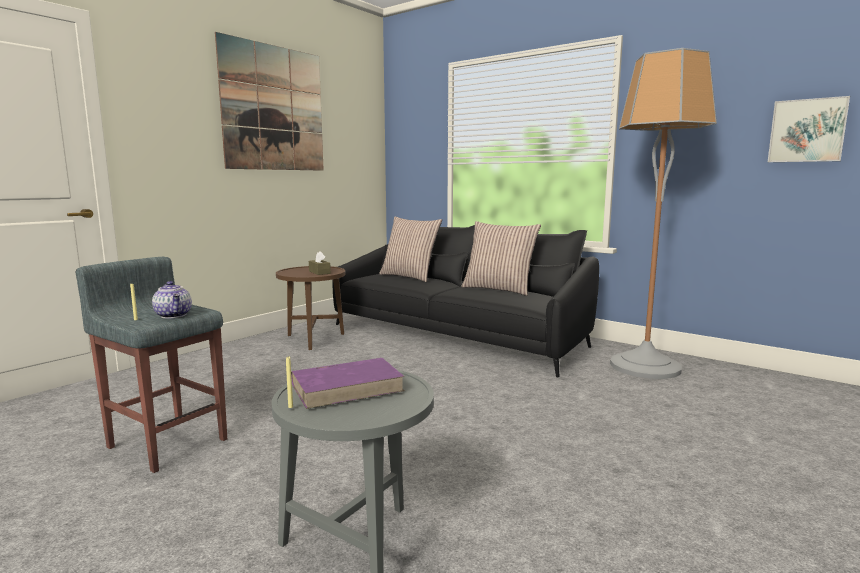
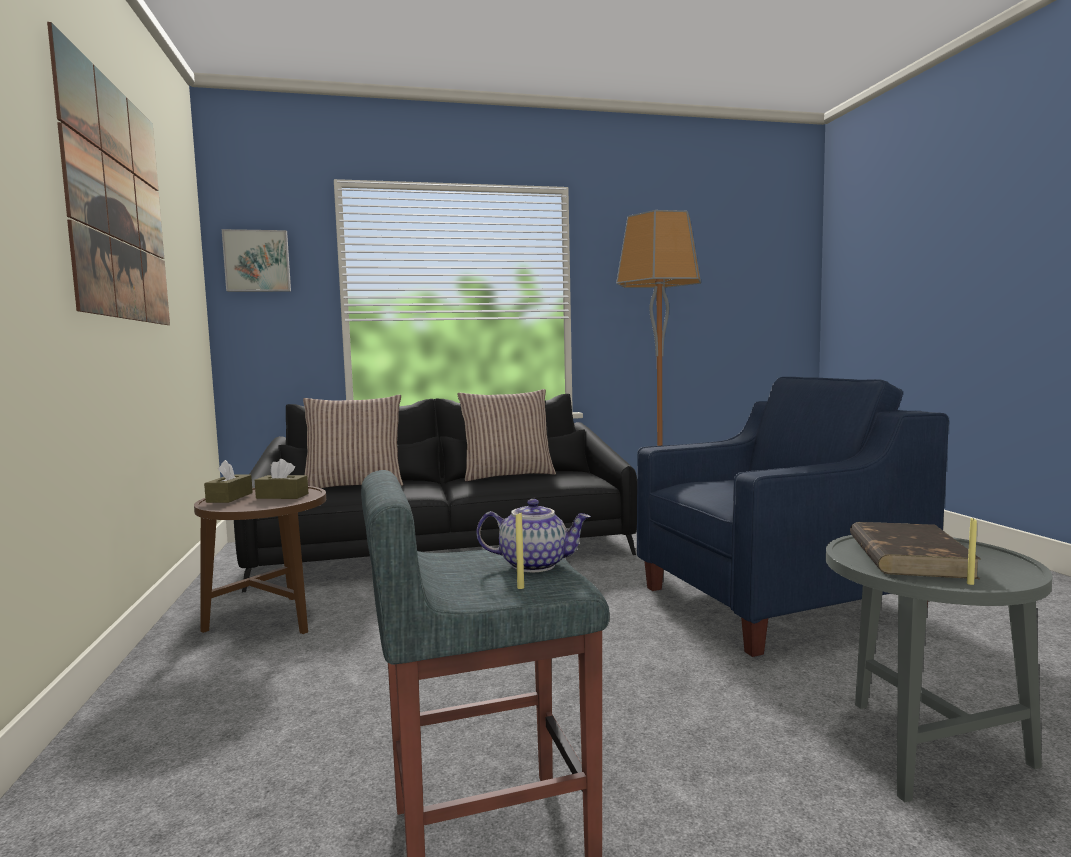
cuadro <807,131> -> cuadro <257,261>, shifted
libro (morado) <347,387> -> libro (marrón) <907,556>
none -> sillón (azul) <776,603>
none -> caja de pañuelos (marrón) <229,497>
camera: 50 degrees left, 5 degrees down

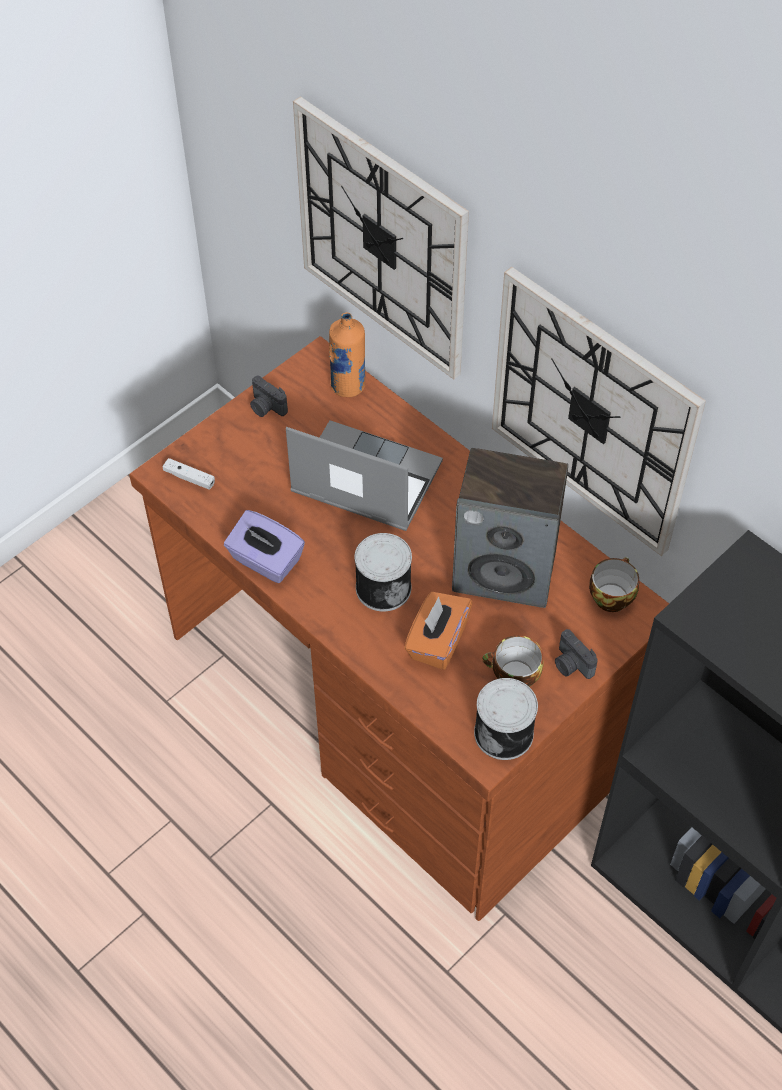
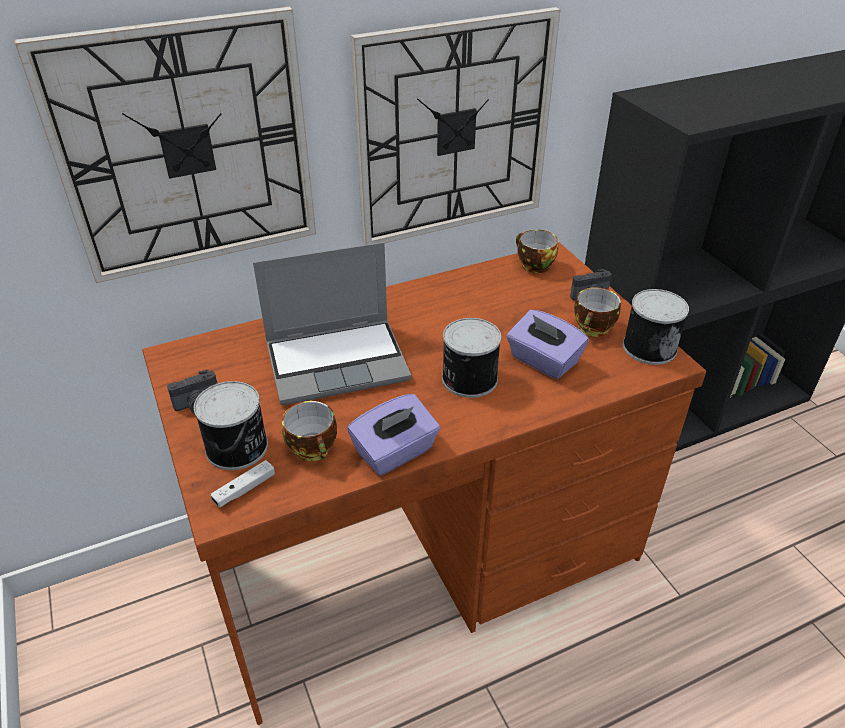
botella (naranja) <348,386> -> none
portátil <364,480> -> portátil <338,361>, 150 degrees counterclockwise
altavoz <505,572> -> none
caja de pañuelos (naranja) <437,642> -> caja de pañuelos (morado) <543,361>
none -> lata <238,448>
none -> taza <314,449>
camera: 70 degrees left, 15 degrees down

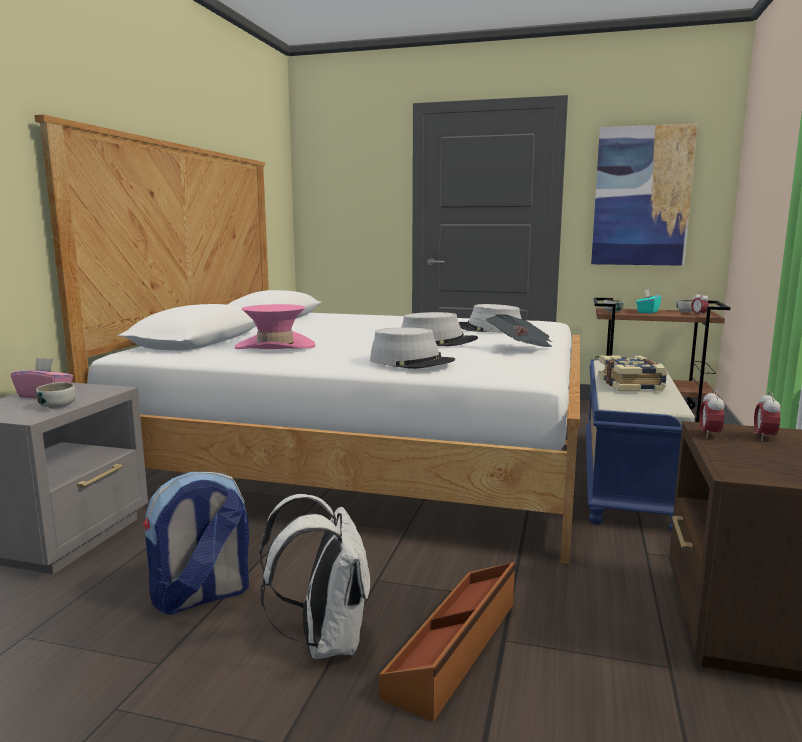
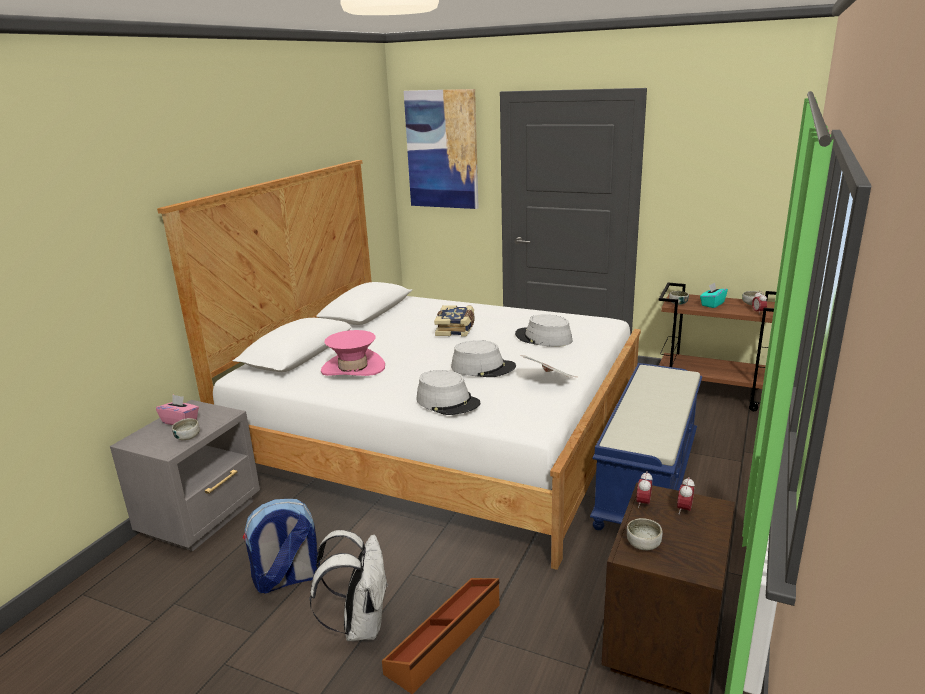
cuadro <641,197> -> cuadro <442,149>, shifted
libro <631,385> -> libro <456,329>, shifted
none -> cuenco <643,544>
camera: 10 degrees right, 10 degrees up

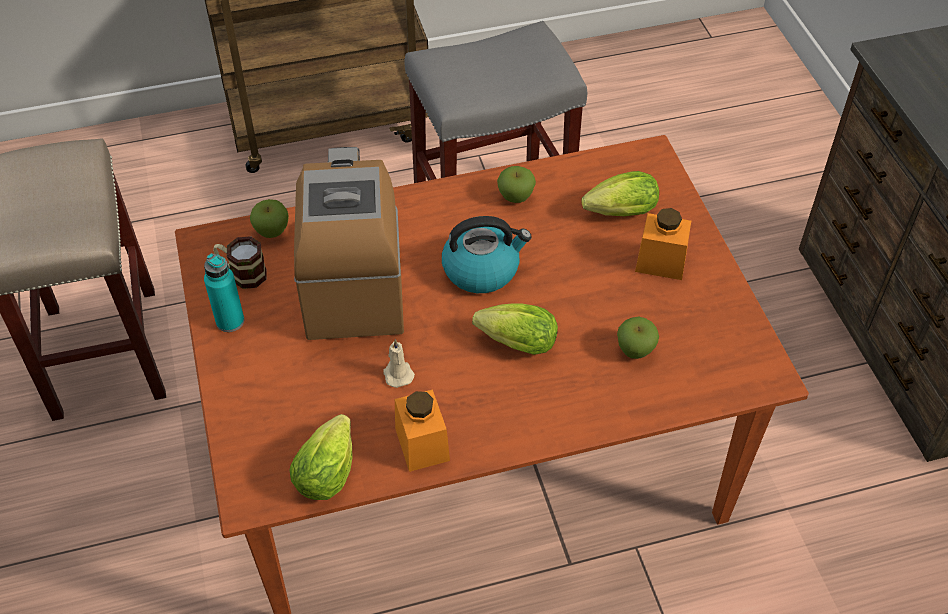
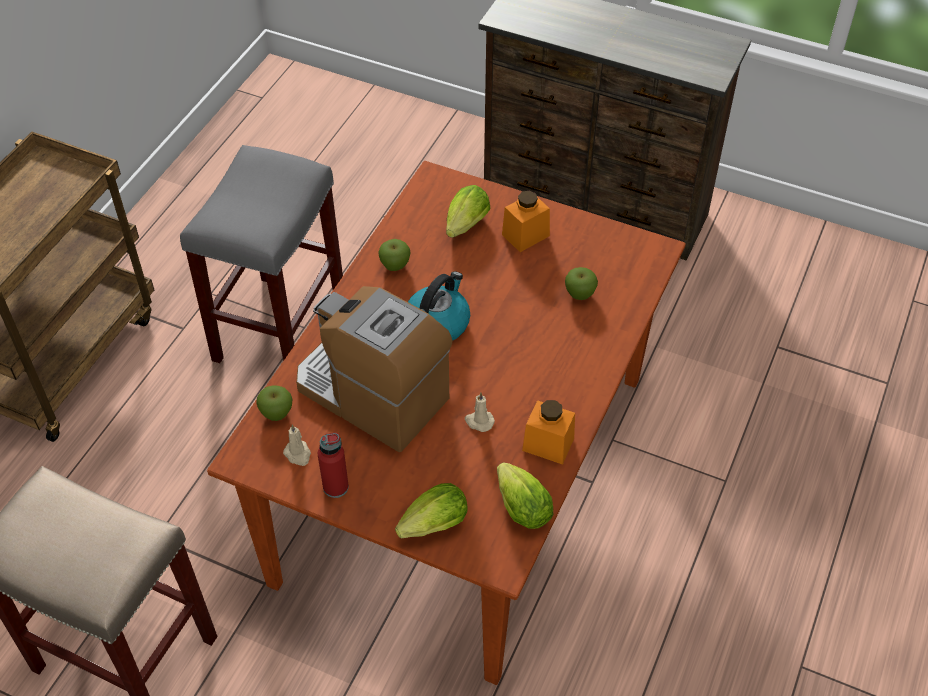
taza grande <242,274> -> vela (beis) <298,454>
botella (turquesa) <230,321> -> botella (rojo) <335,487>
lechuga <513,343> -> lechuga <430,527>, shifted
camera: 50 degrees left, 0 degrees up

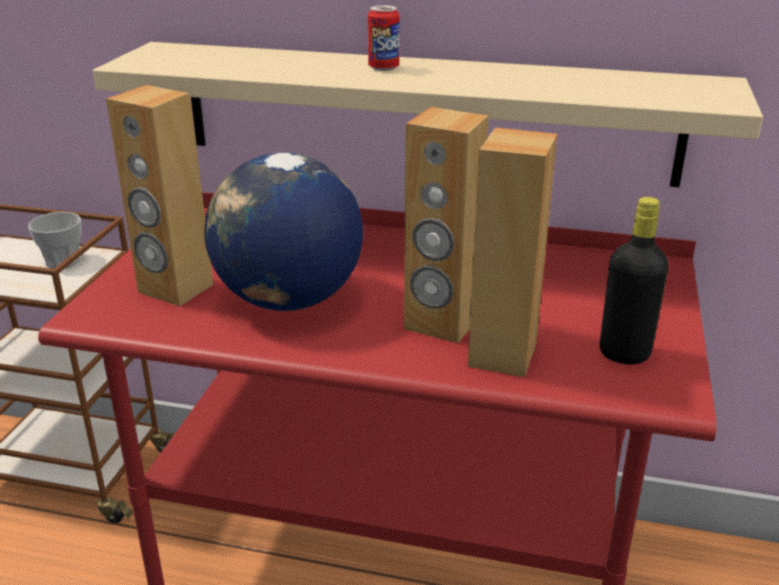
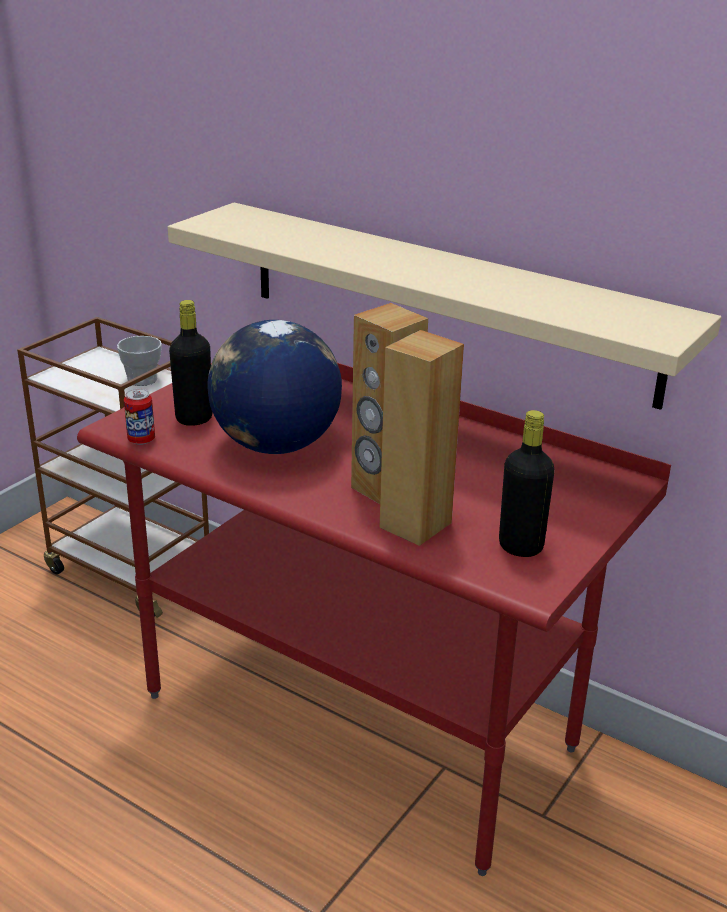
lata <383,68> -> lata <141,440>, shifted
altavoz (marrón) <175,289> -> botella (negro) <194,418>
camera: 20 degrees right, 0 degrees up

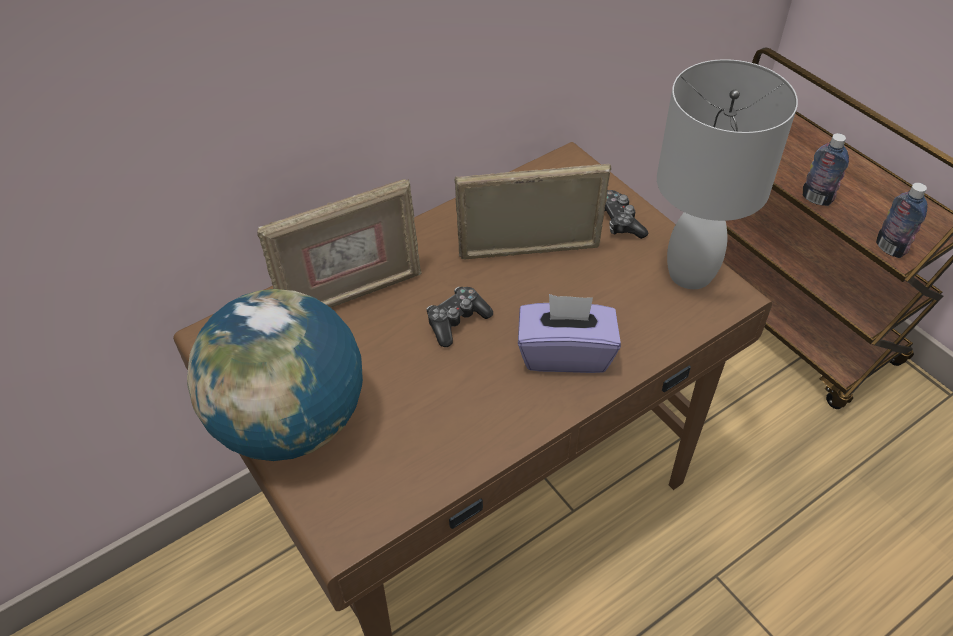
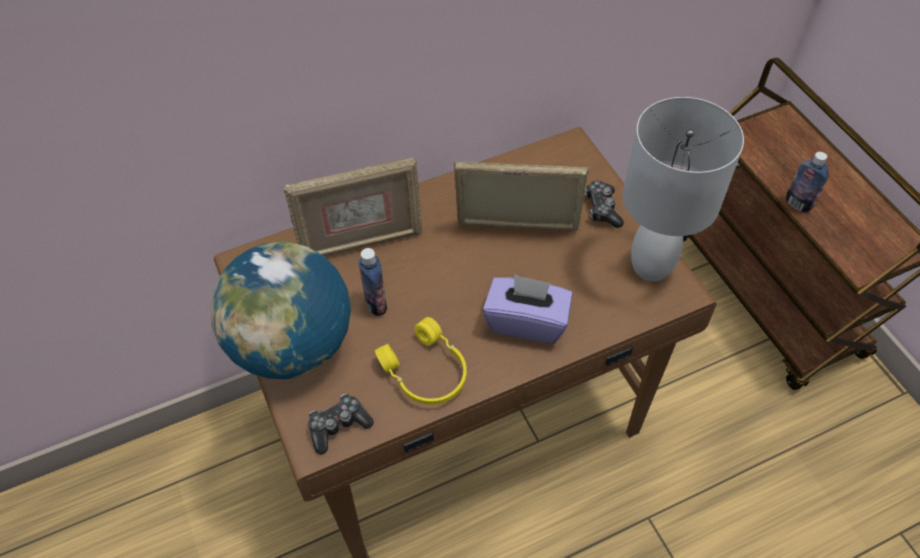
botella <890,248> -> botella <376,303>, shifted
mando de consola <457,321> -> mando de consola <338,426>, shifted
none -> auriculares (amarillo) <425,372>
camera: 10 degrees right, 5 degrees up

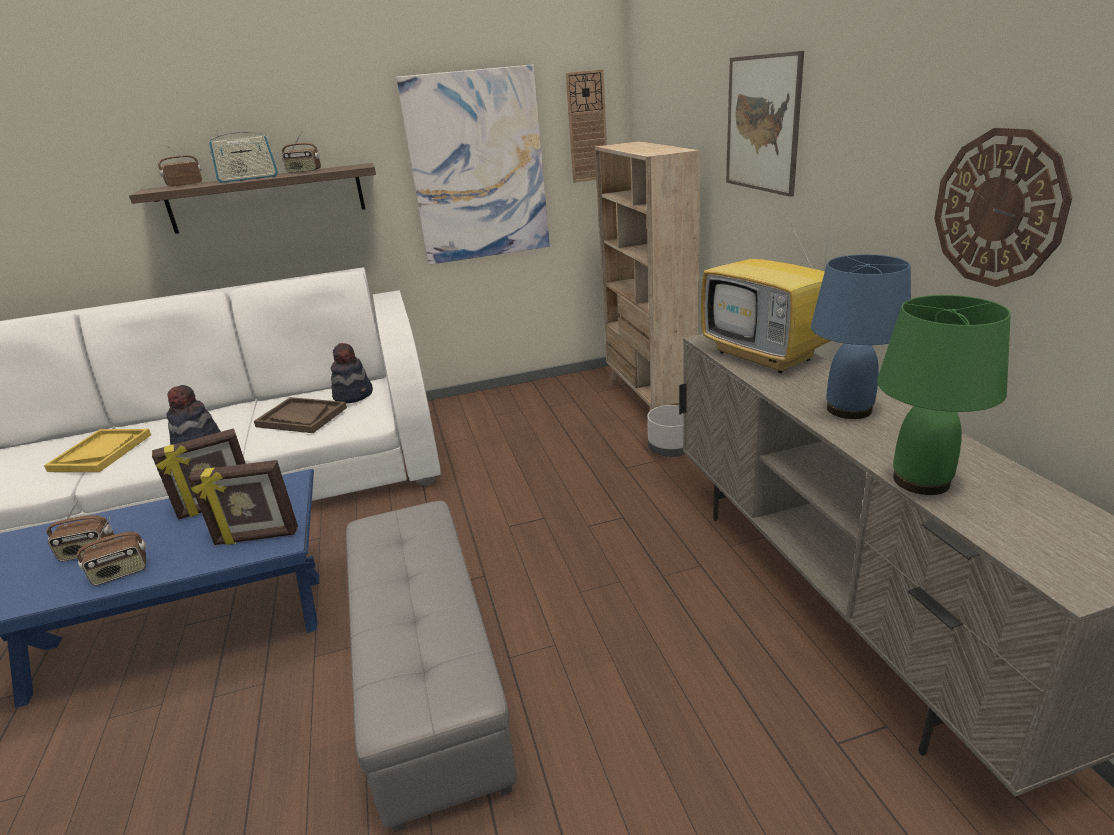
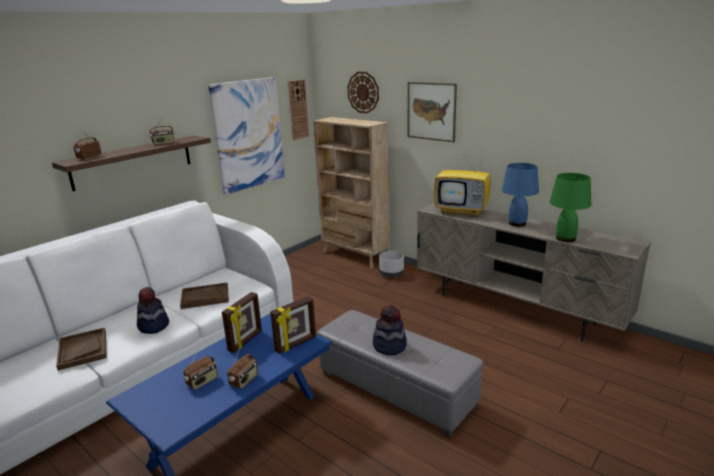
reloj de pared <998,208> -> reloj de pared <363,92>, shifted
radio <249,179> -> none
sombrero <354,395> -> sombrero <389,346>, shifted
bandeja (amarillo) <101,452> -> bandeja (marrón) <83,350>
camera: 35 degrees left, 5 degrees down

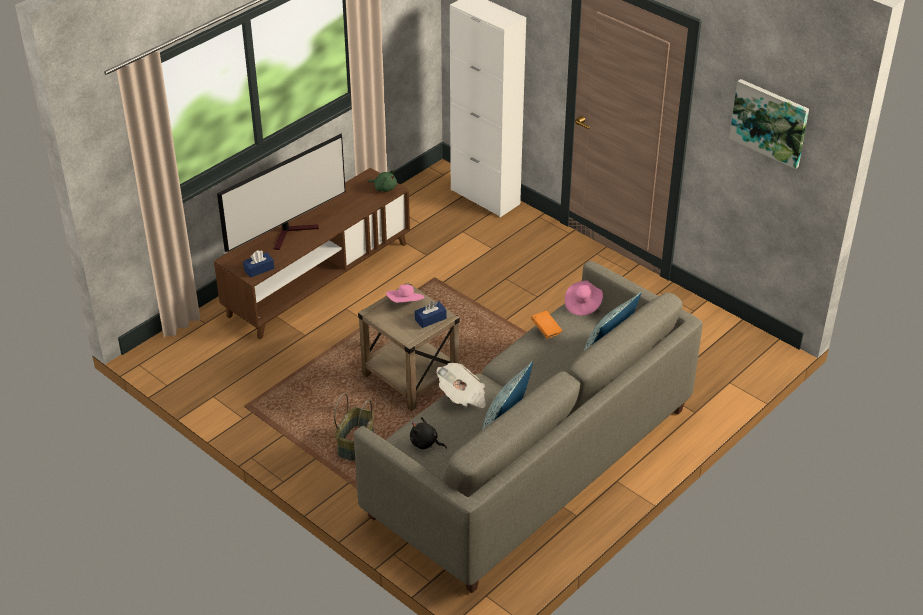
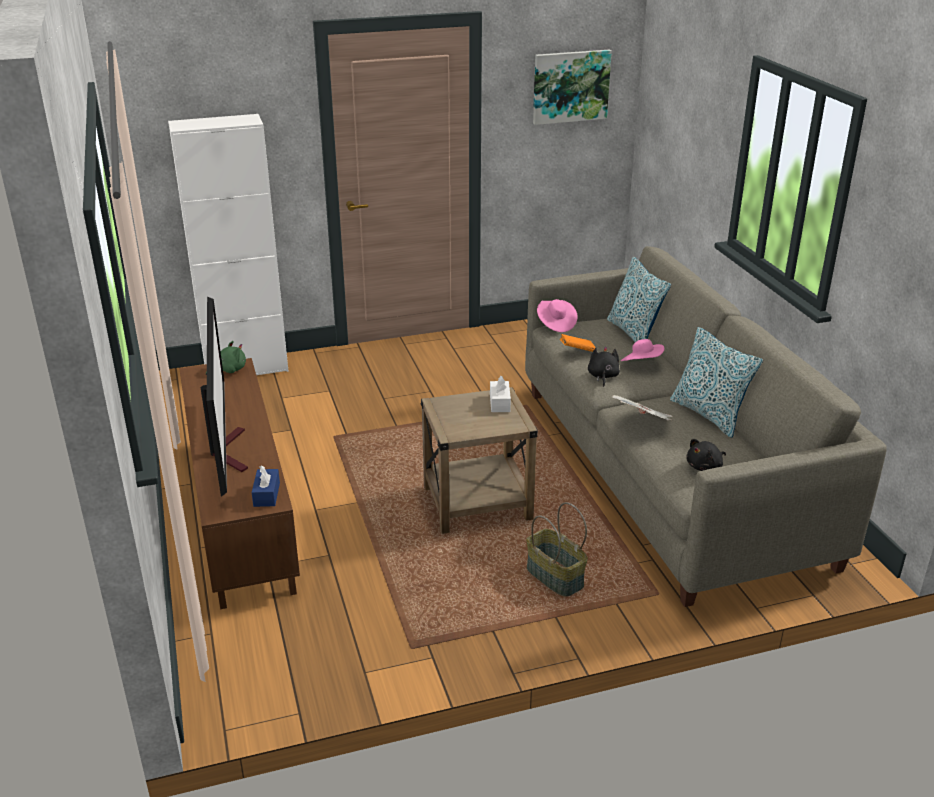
sombrero (rosa) <405,303> -> sombrero (rosa) <641,363>, shifted
caja de pañuelos (azul) <430,319> -> caja de pañuelos (blanco) <499,403>
none -> peluche (negro) <602,376>
camera: 60 degrees left, 10 degrees down

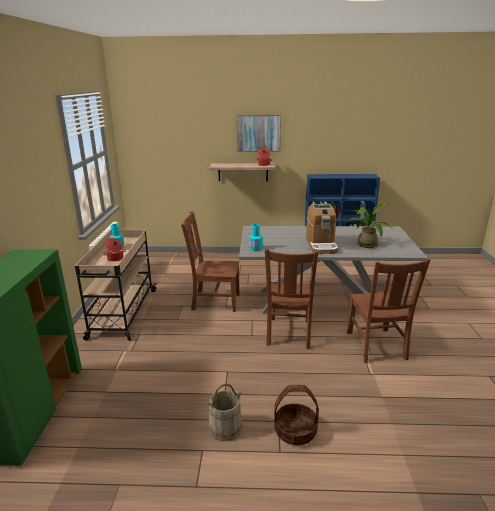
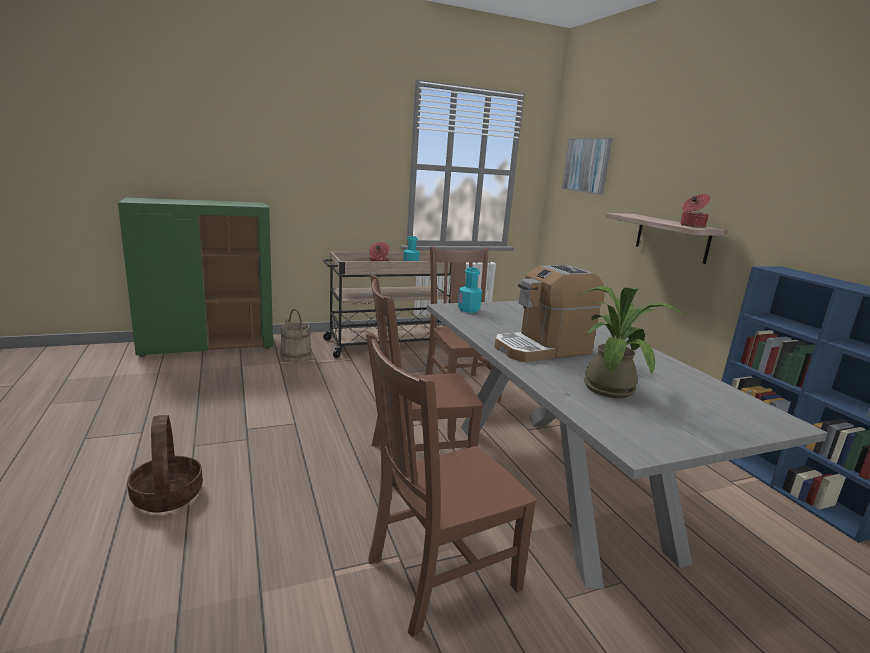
cuadro <258,133> -> cuadro <587,165>, shifted
cubo (beis) <225,428> -> cubo (beis) <295,356>, shifted
camera: 65 degrees right, 5 degrees down

